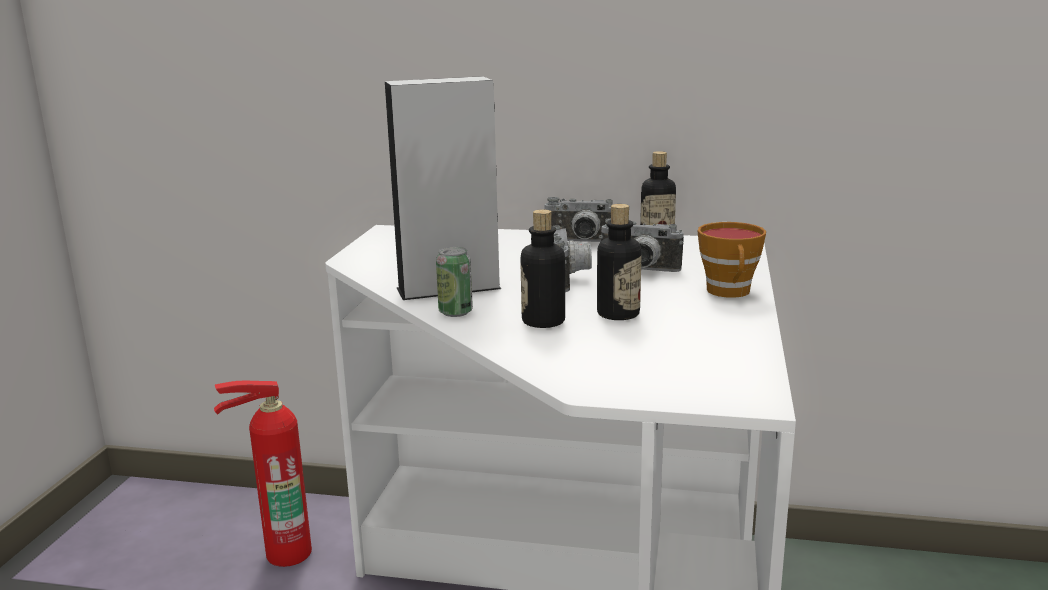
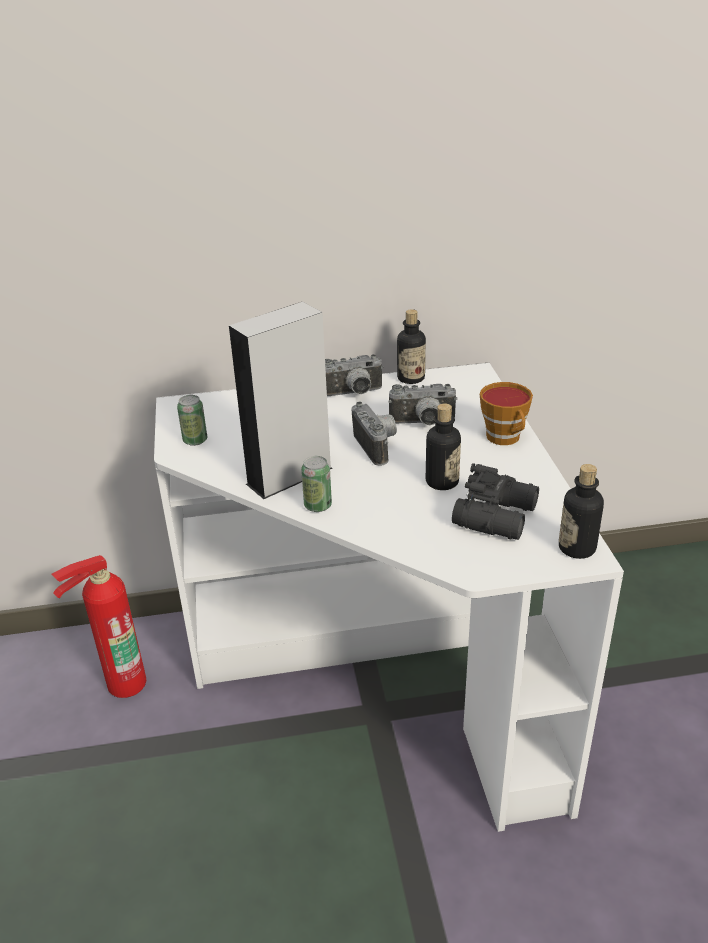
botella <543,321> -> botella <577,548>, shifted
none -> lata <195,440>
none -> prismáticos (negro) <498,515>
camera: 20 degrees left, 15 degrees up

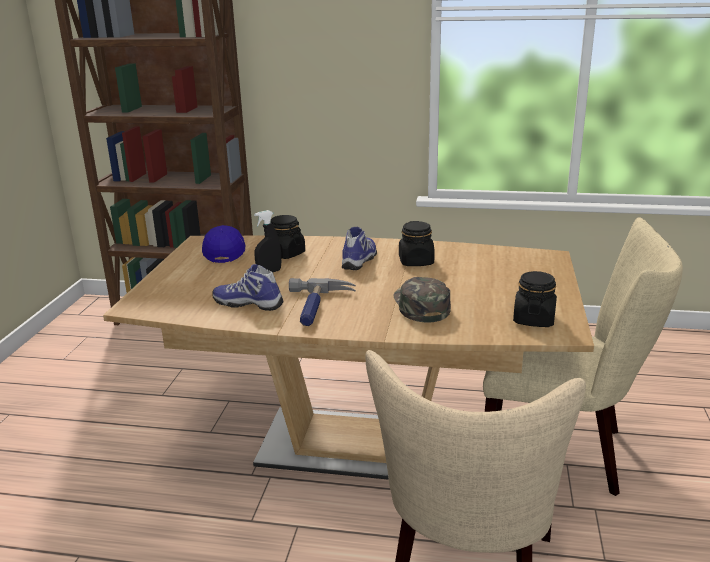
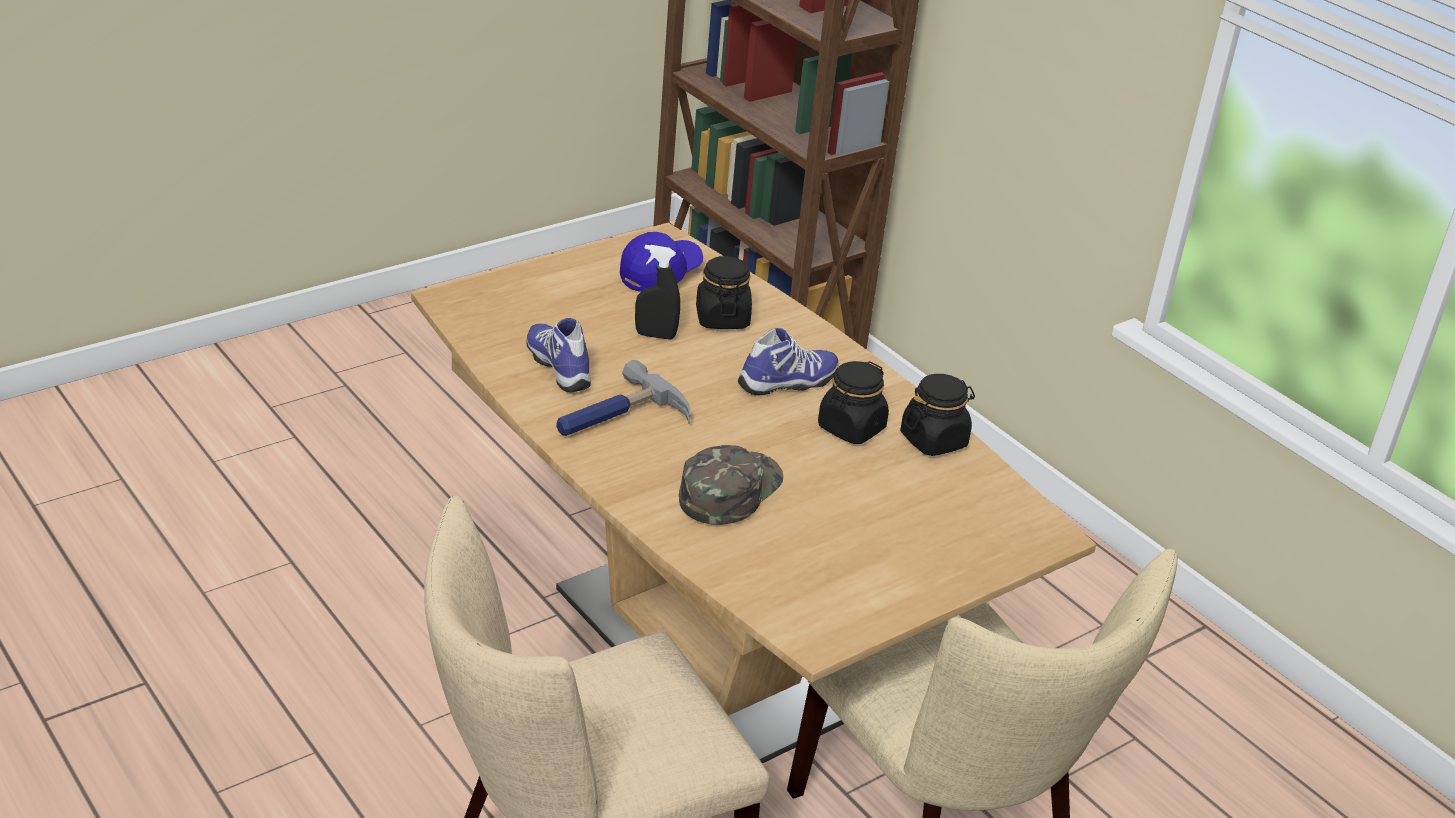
tarro (negro) <533,319> -> tarro (negro) <933,440>, shifted
camera: 40 degrees right, 10 degrees up

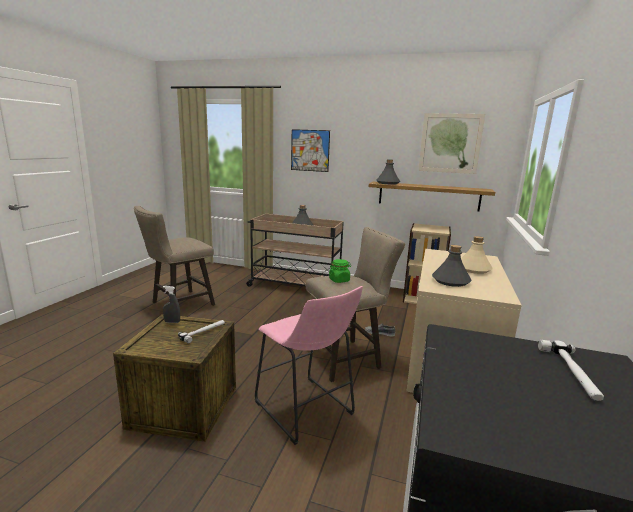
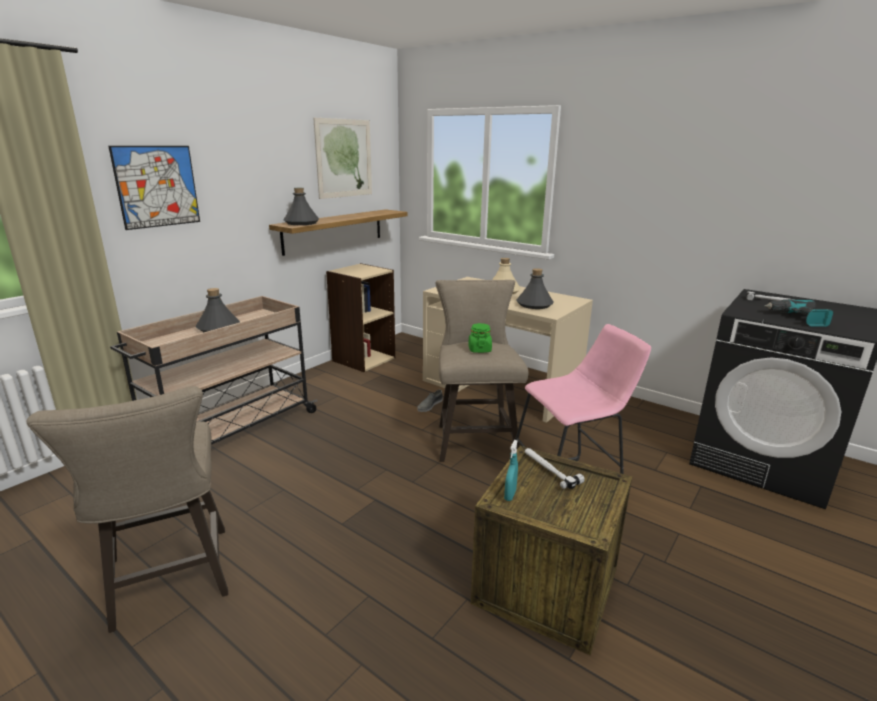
pulverizador (gris) <172,322> -> pulverizador (turquesa) <510,495>
none -> taladro <798,319>
camera: 70 degrees left, 5 degrees up

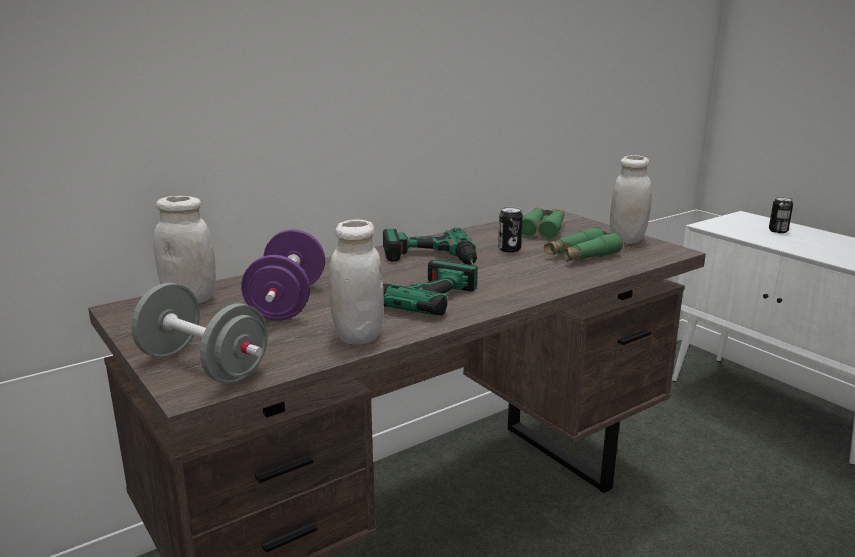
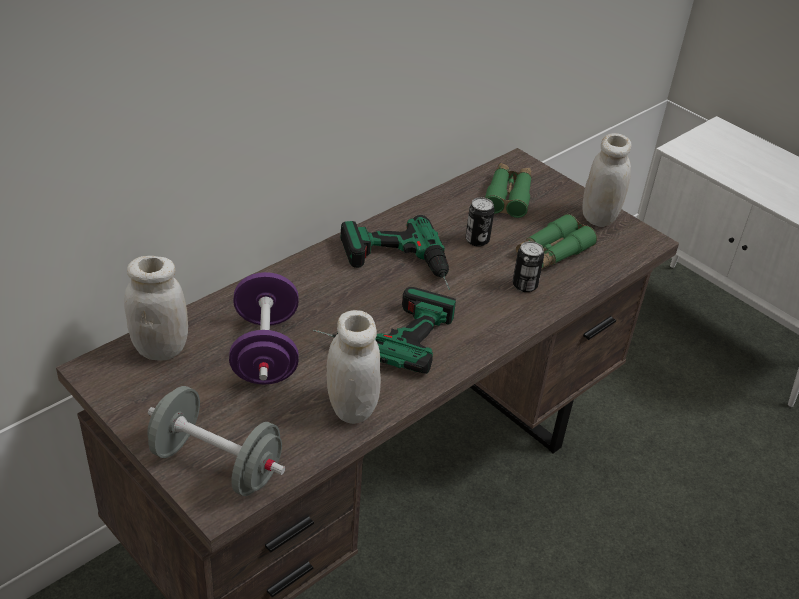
lata <778,231> -> lata <524,285>, shifted
camera: 10 degrees left, 20 degrees up

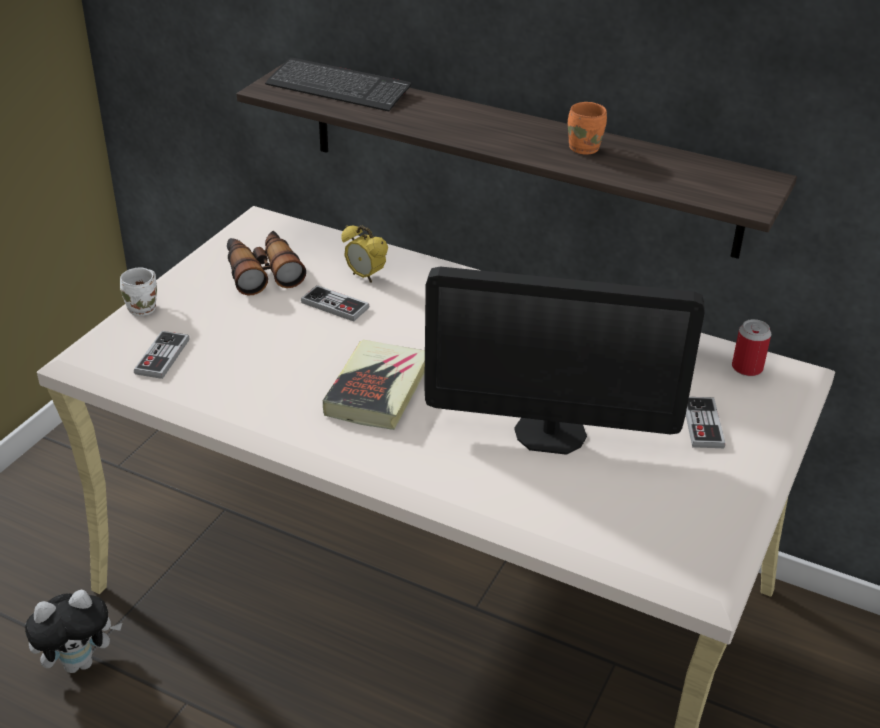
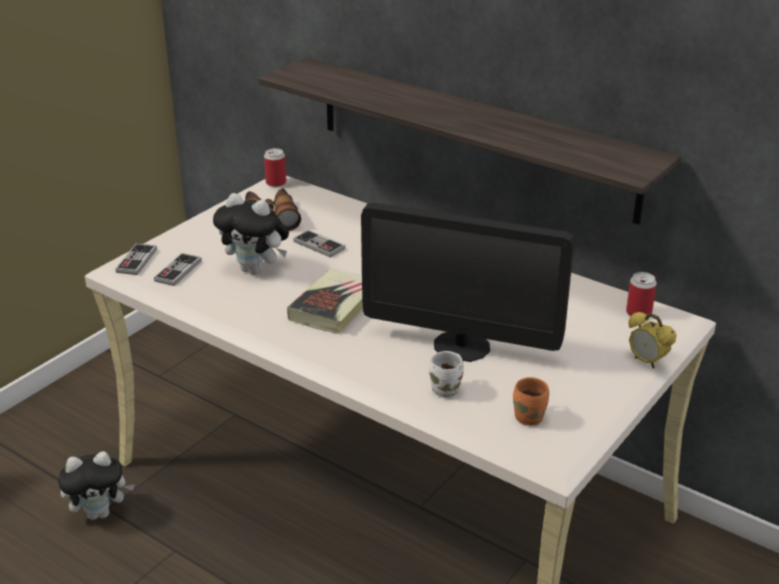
teclado <338,88> -> none
taza grande (naranja) <586,148> -> taza grande (naranja) <531,417>, shifted
despertador <365,276> -> despertador <647,361>, shifted
taza grande (blanco) <145,308> -> taza grande (blanco) <448,390>, shifted
mando de consola <702,424> -> mando de consola <136,261>, shifted
none -> lata <276,183>
none -> peluche <256,270>
camera: 10 degrees right, 5 degrees down

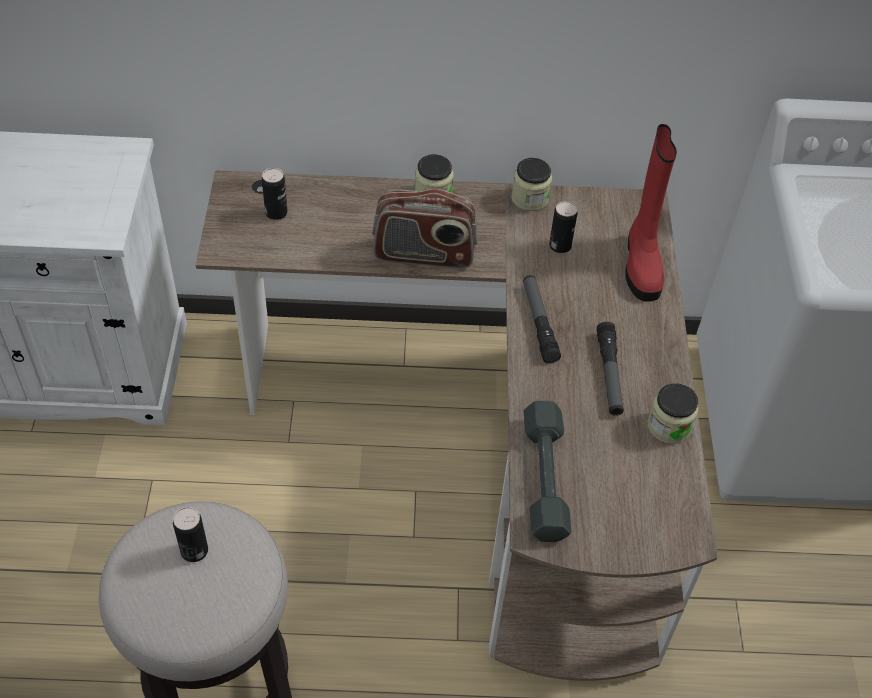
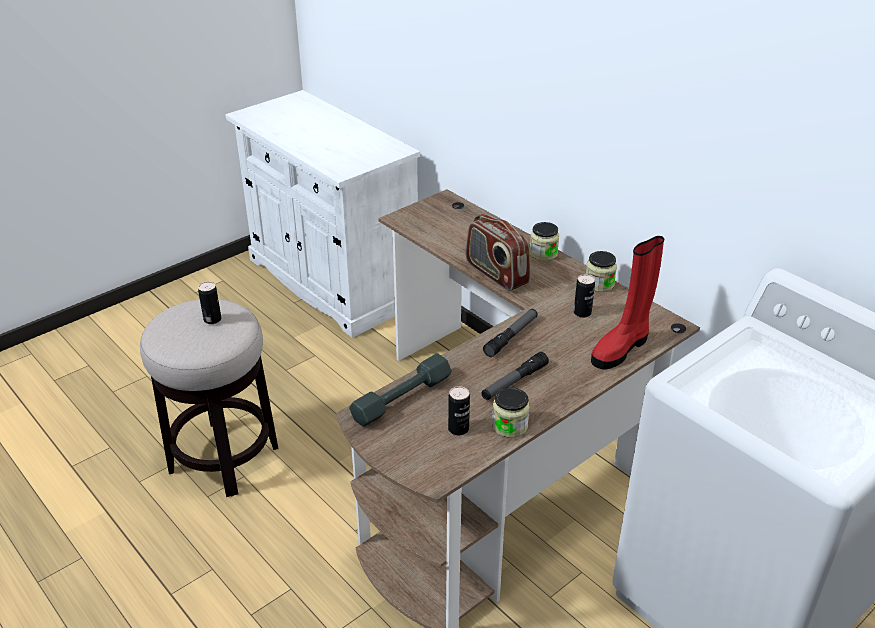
lata <276,213> -> lata <458,429>, shifted
camera: 50 degrees right, 15 degrees down

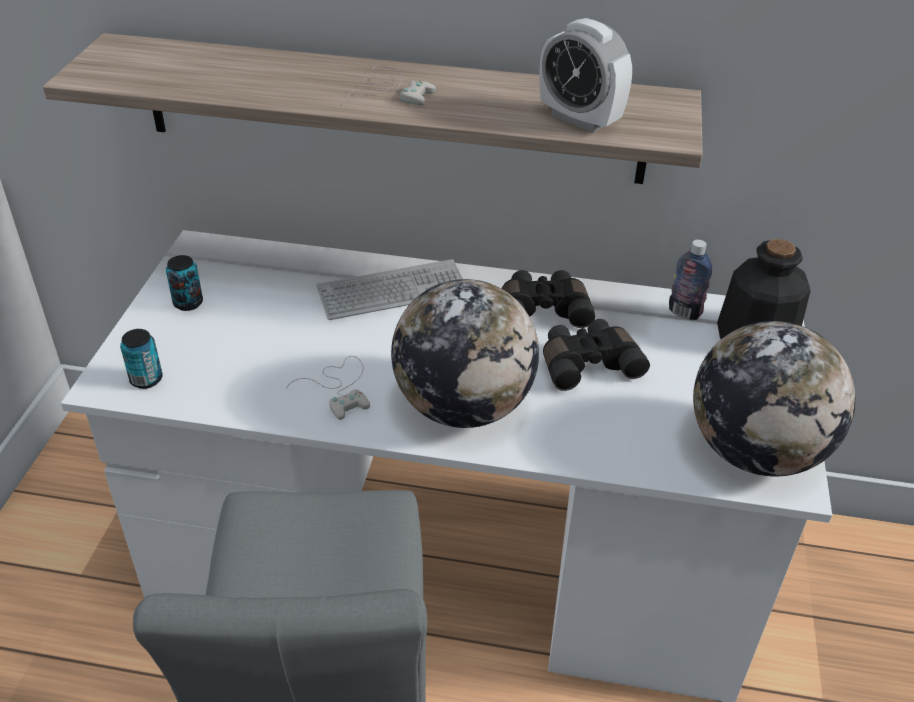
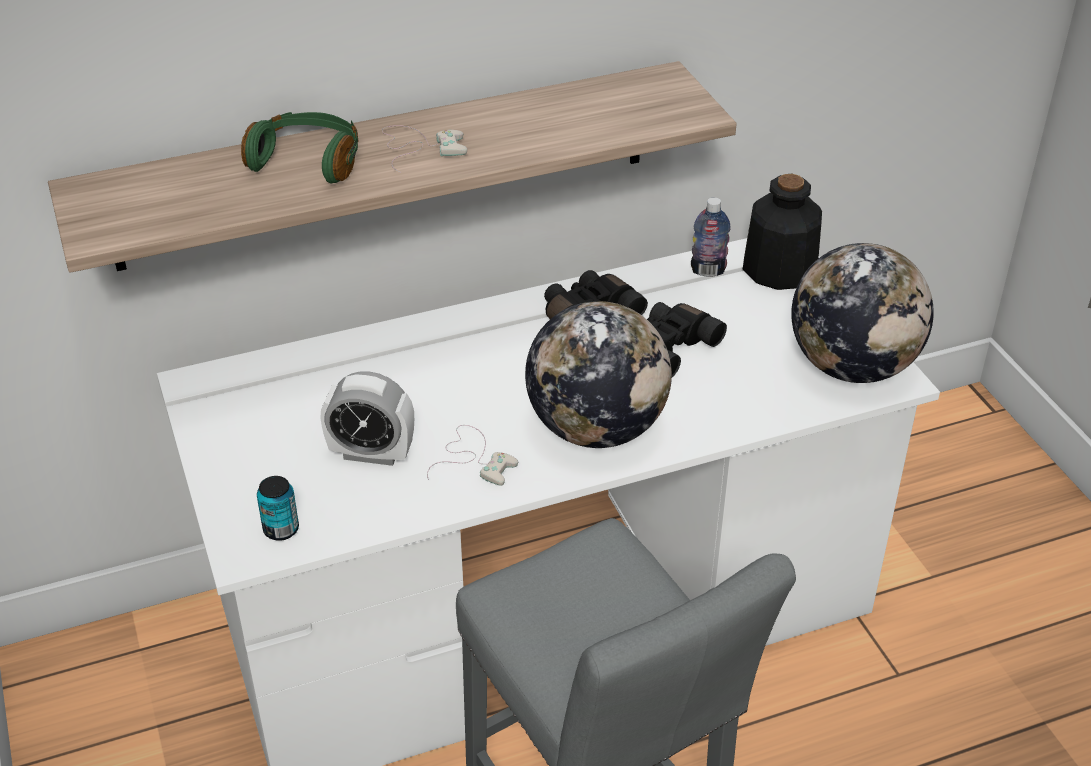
despertador <579,119> -> despertador <371,453>, shifted
lata <188,303> -> none
teclado <392,292> -> none
none -> auriculares (verde) <308,161>
camera: 30 degrees left, 0 degrees up

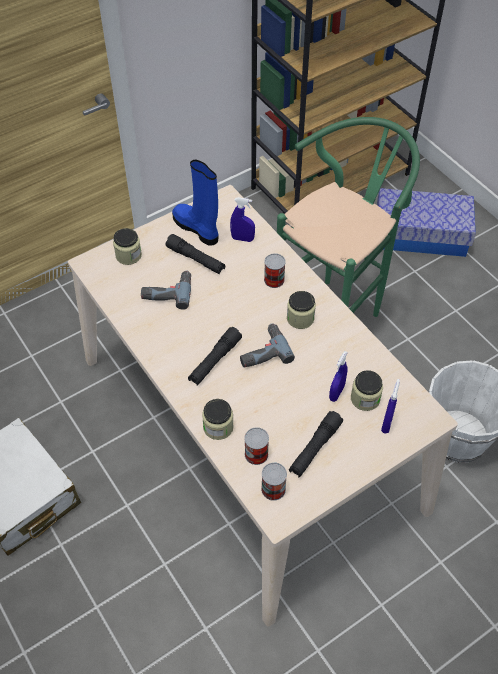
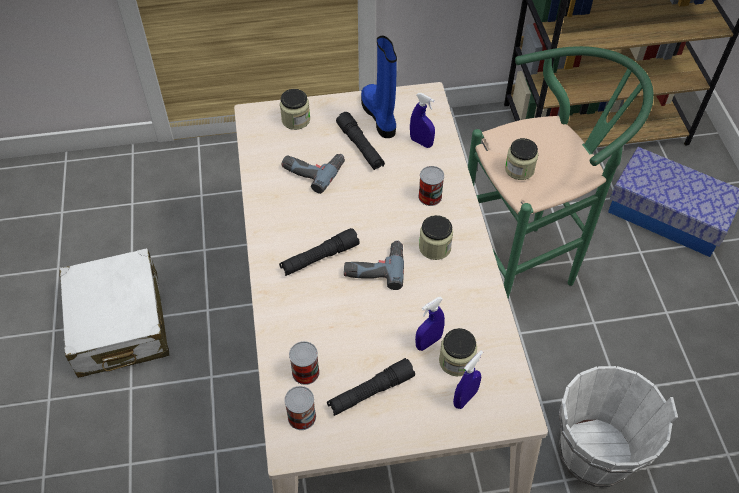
tarro <218,427> -> tarro <519,169>, shifted
camera: 25 degrees right, 0 degrees up

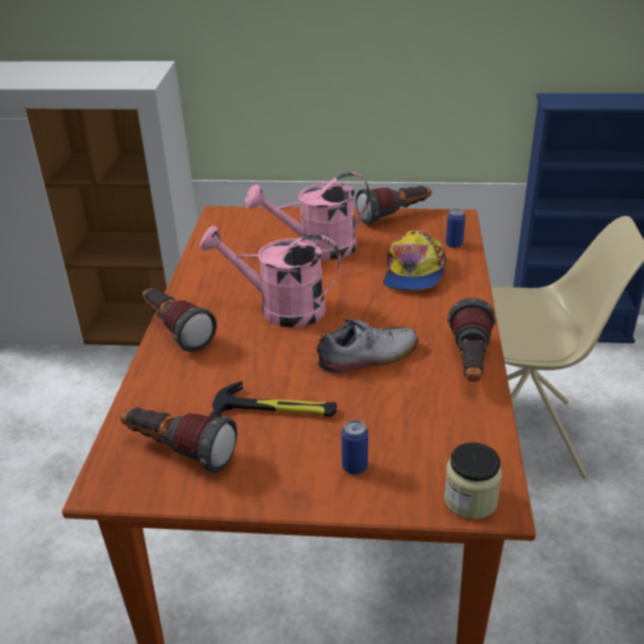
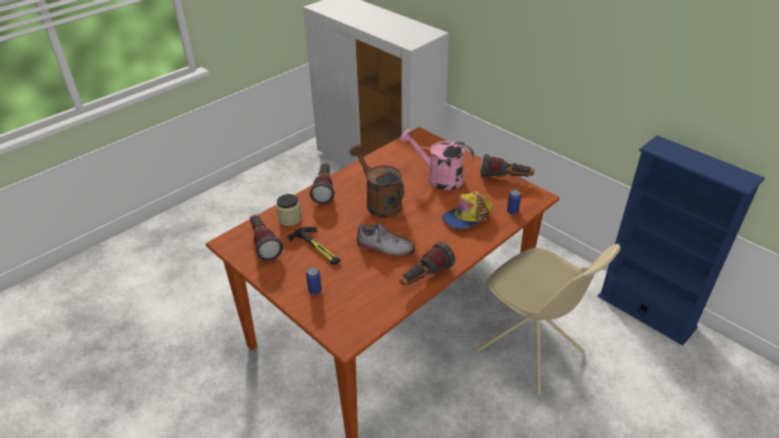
regadera (rosa) <280,309> -> regadera (marrón) <379,202>
tarro <470,500> -> tarro <290,219>, shifted
camera: 40 degrees right, 5 degrees up

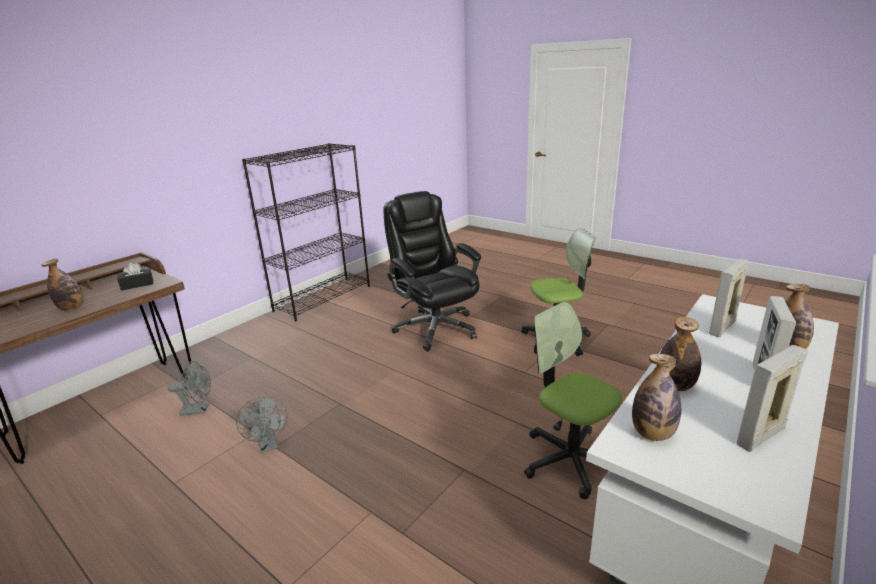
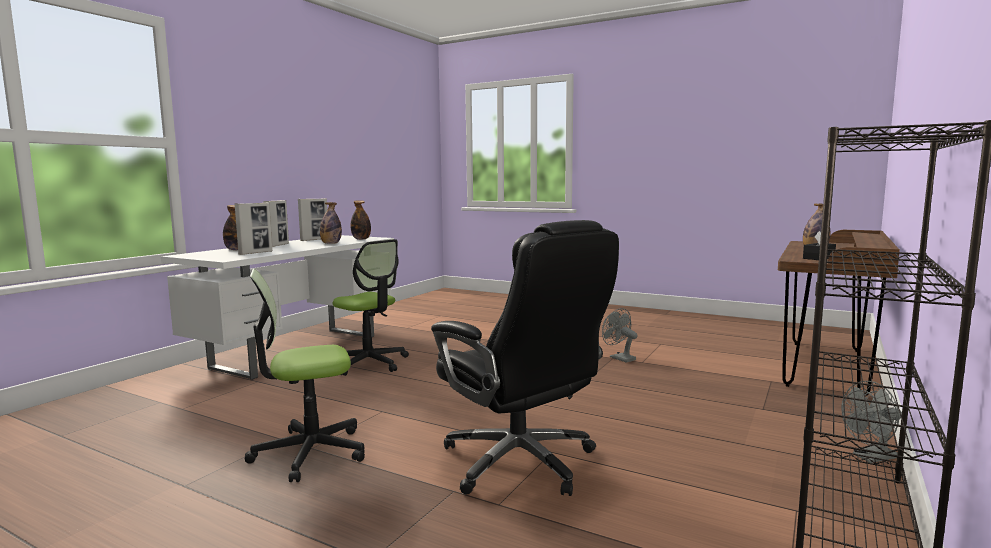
ventilador (gris) <199,409> -> ventilador (gris) <870,458>, shifted
camera: 170 degrees right, 15 degrees down

